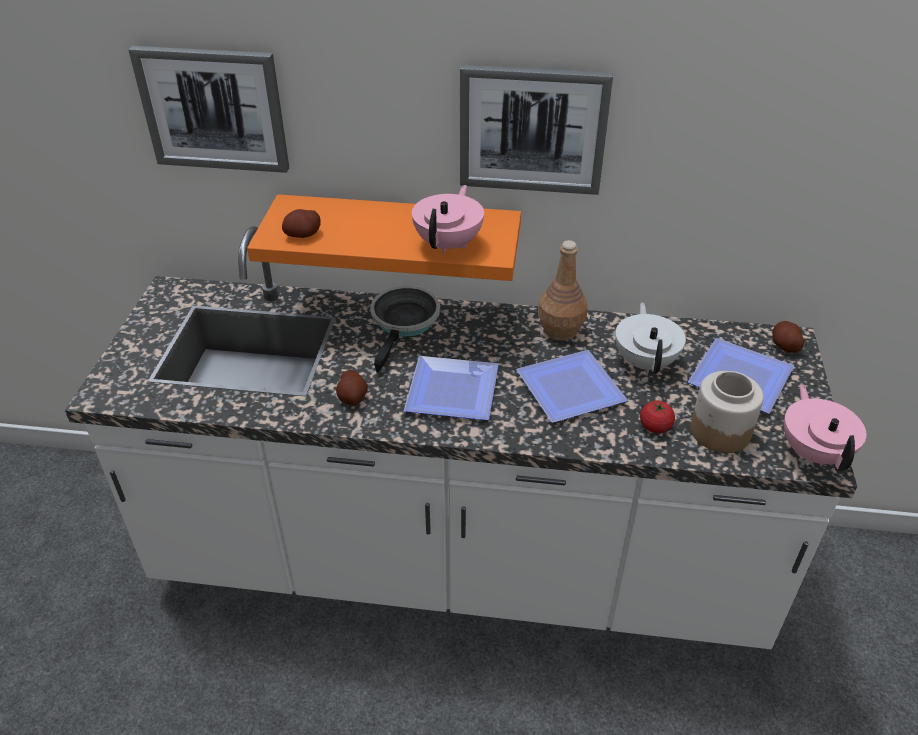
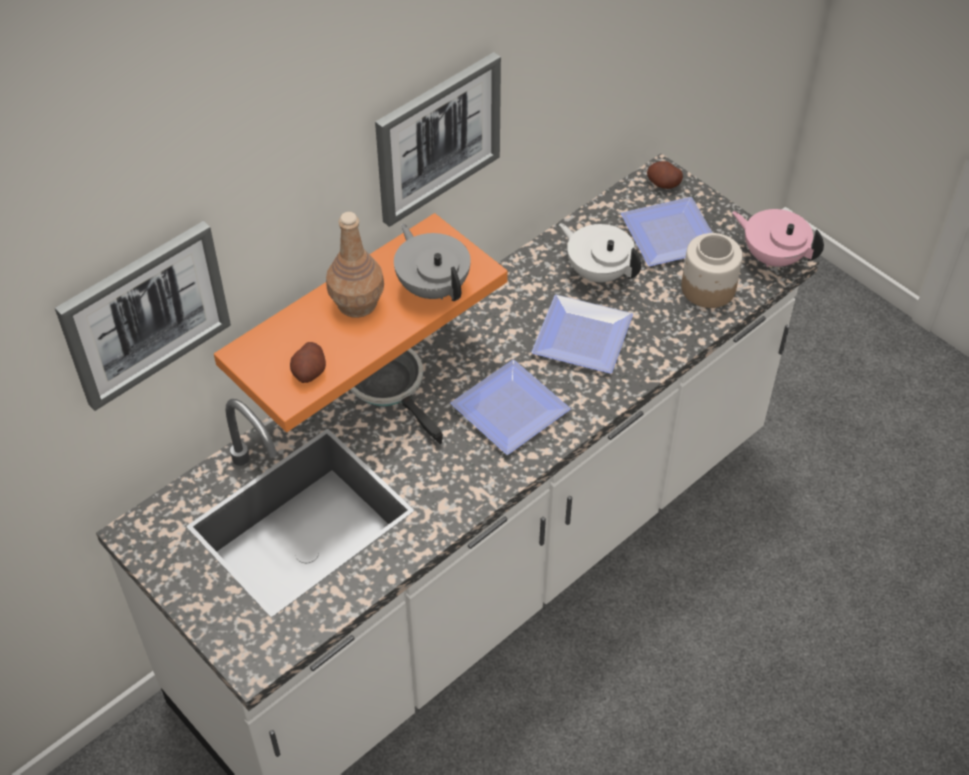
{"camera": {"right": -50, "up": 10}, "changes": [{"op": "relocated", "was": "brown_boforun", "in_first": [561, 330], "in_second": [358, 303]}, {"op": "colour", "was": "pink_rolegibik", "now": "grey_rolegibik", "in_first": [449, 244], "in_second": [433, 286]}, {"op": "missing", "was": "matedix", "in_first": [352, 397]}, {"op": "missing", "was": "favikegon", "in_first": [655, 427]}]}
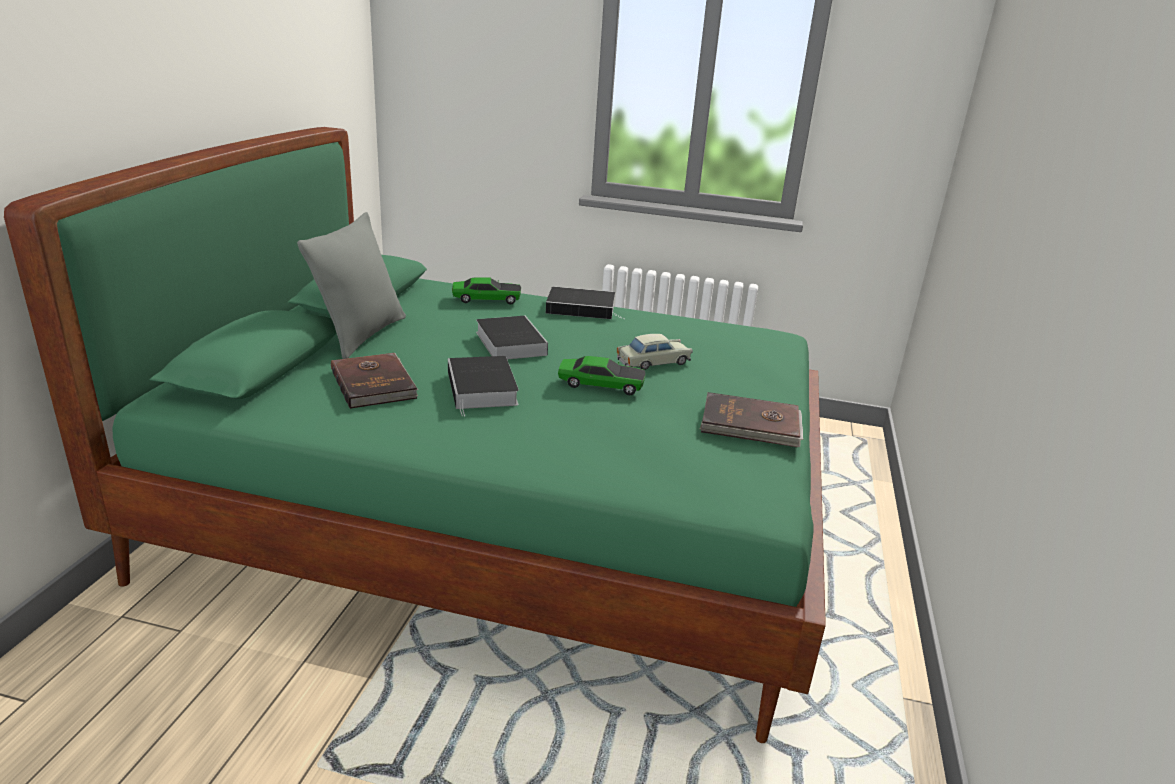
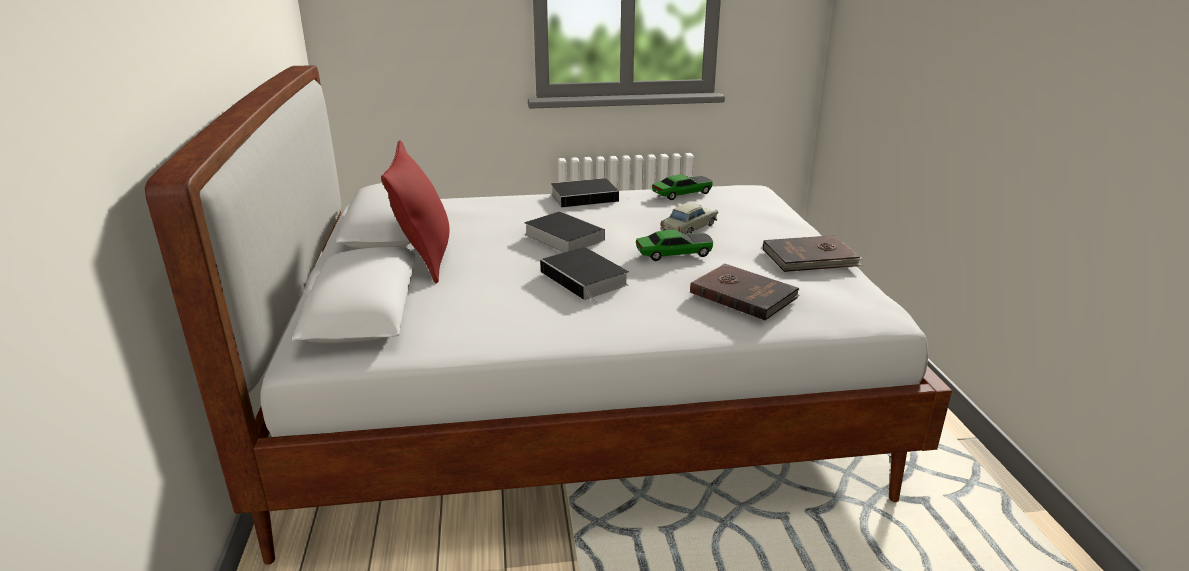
{"camera": {"right": -20, "up": 0}, "changes": [{"op": "colour", "was": "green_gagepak", "now": "white_gagepak", "in_first": [504, 518], "in_second": [576, 398]}, {"op": "colour", "was": "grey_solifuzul", "now": "red_solifuzul", "in_first": [361, 335], "in_second": [425, 259]}, {"op": "relocated", "was": "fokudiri", "in_first": [486, 299], "in_second": [682, 194]}, {"op": "relocated", "was": "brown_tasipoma", "in_first": [375, 383], "in_second": [743, 294]}]}
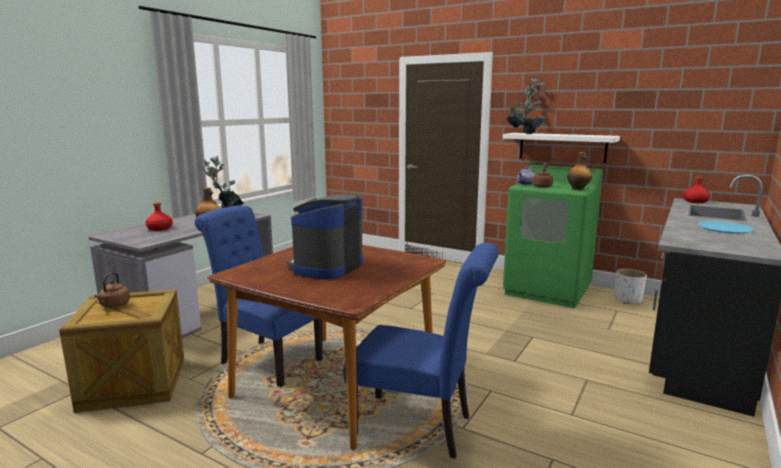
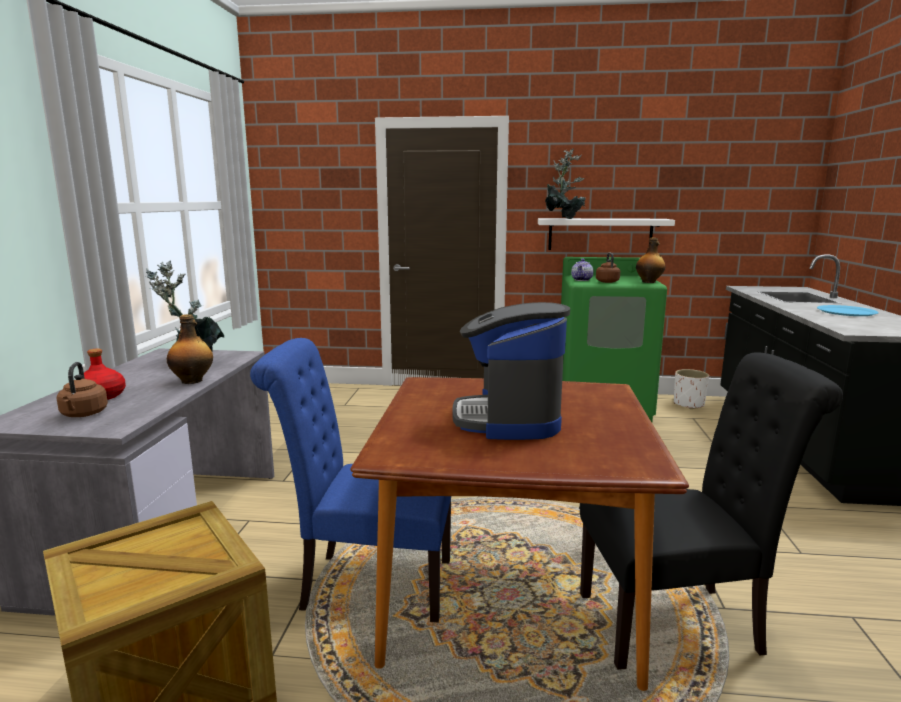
{"camera": {"right": -25, "up": 0}, "changes": [{"op": "relocated", "was": "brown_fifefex", "in_first": [114, 305], "in_second": [83, 414]}, {"op": "colour", "was": "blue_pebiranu", "now": "black_pebiranu", "in_first": [420, 427], "in_second": [679, 623]}, {"op": "missing", "was": "red_boforun", "in_first": [695, 201]}]}
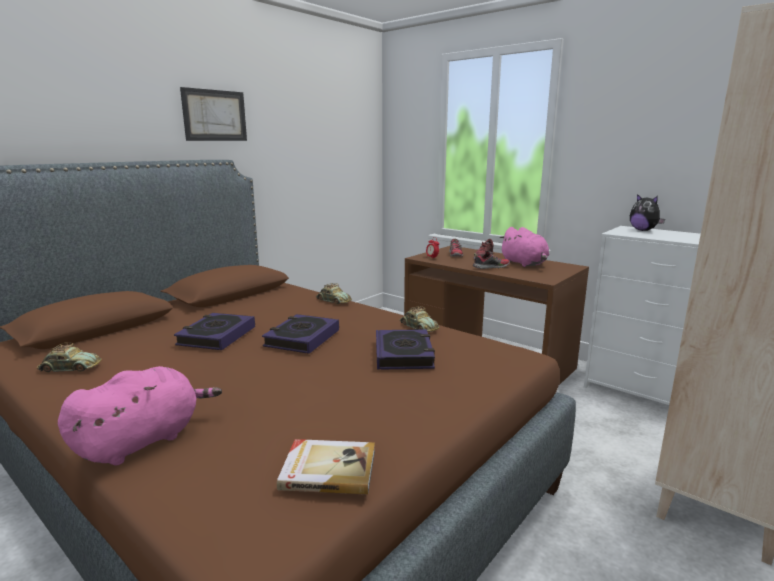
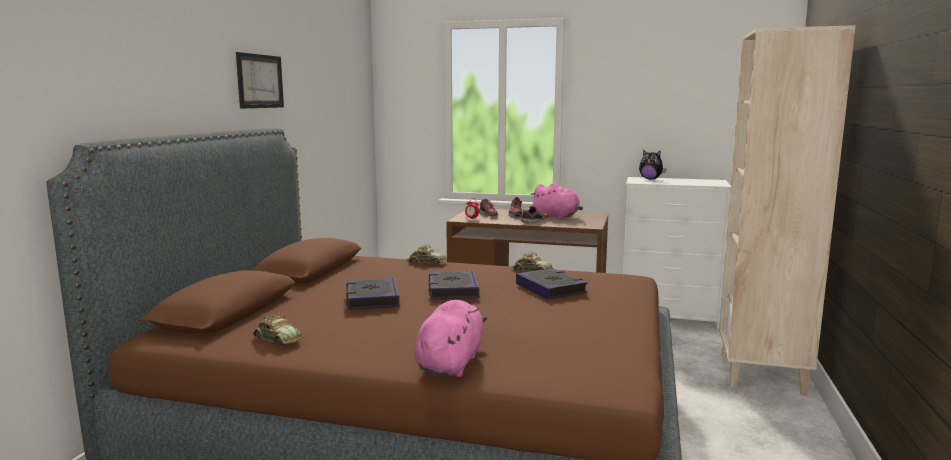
{"camera": {"right": -25, "up": -5}, "changes": [{"op": "spun", "was": "fokudiri", "in_first": [70, 368], "in_second": [277, 339], "clockwise": 60}, {"op": "missing", "was": "tasipoma", "in_first": [328, 469]}]}
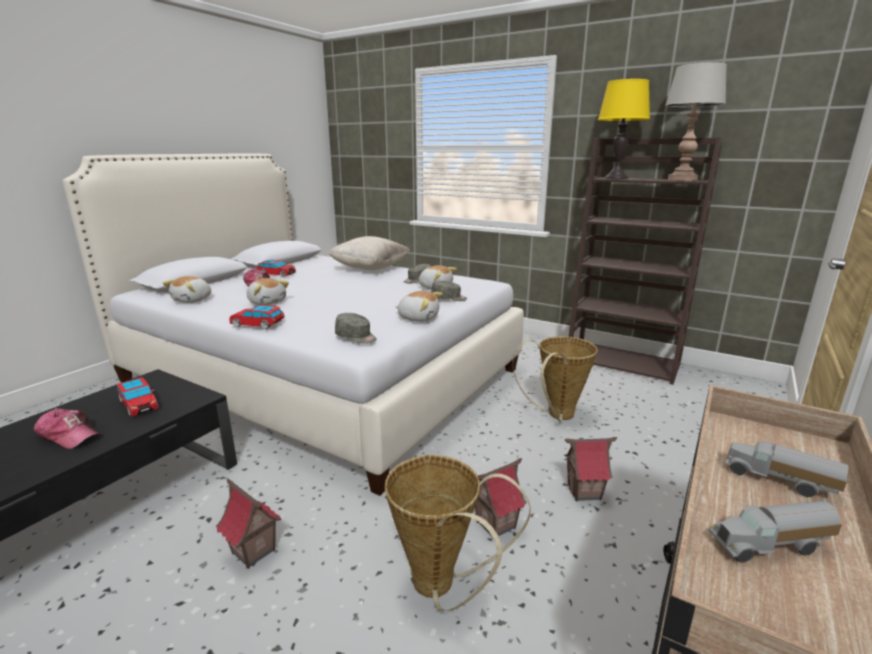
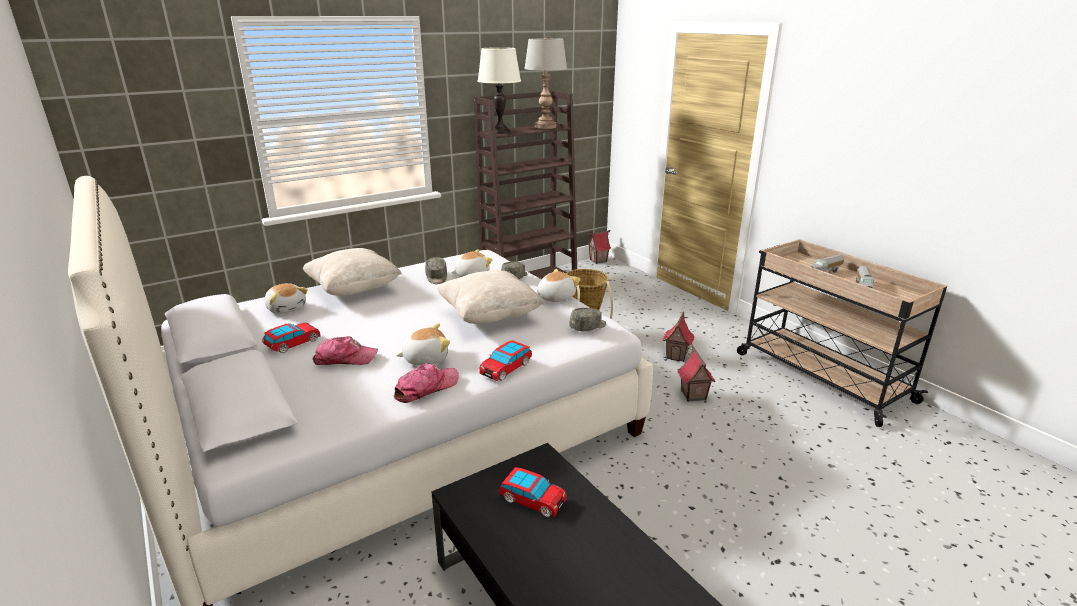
{"camera": {"right": -65, "up": 5}, "changes": [{"op": "relocated", "was": "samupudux", "in_first": [193, 300], "in_second": [286, 308]}, {"op": "relocated", "was": "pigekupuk", "in_first": [69, 435], "in_second": [426, 388]}, {"op": "appeared", "now": "beige_solifuzul", "in_second": [489, 316]}, {"op": "colour", "was": "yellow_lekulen", "now": "white_lekulen", "in_first": [616, 178], "in_second": [500, 131]}, {"op": "spun", "was": "fokudiri", "in_first": [139, 405], "in_second": [532, 500], "clockwise": 45}, {"op": "relocated", "was": "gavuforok", "in_first": [253, 552], "in_second": [598, 260]}, {"op": "missing", "was": "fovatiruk", "in_first": [441, 587]}]}
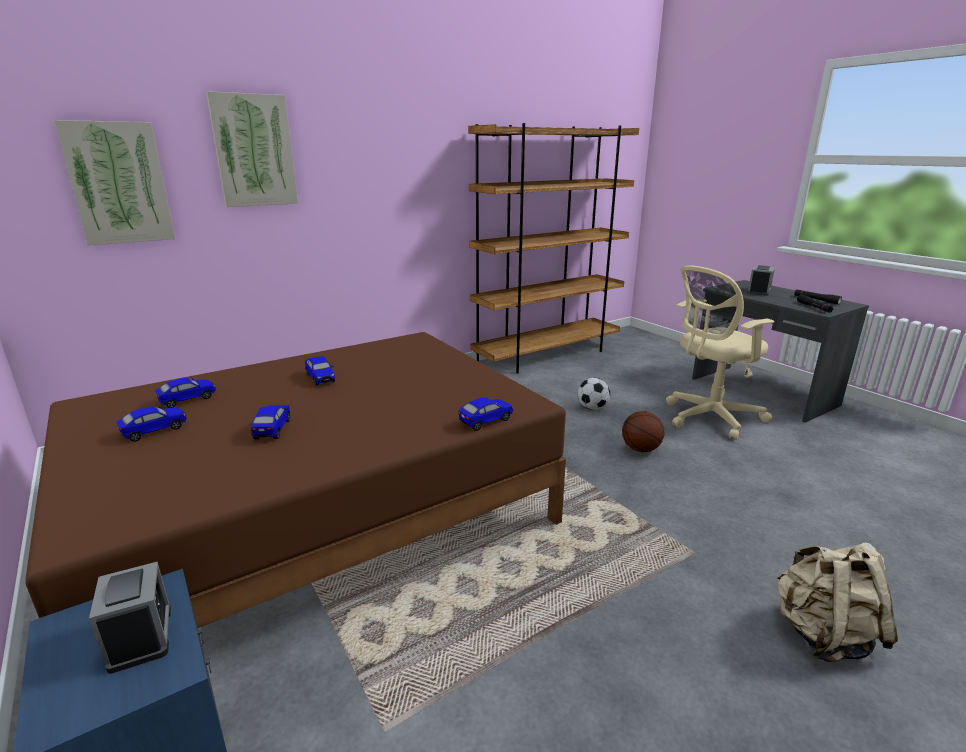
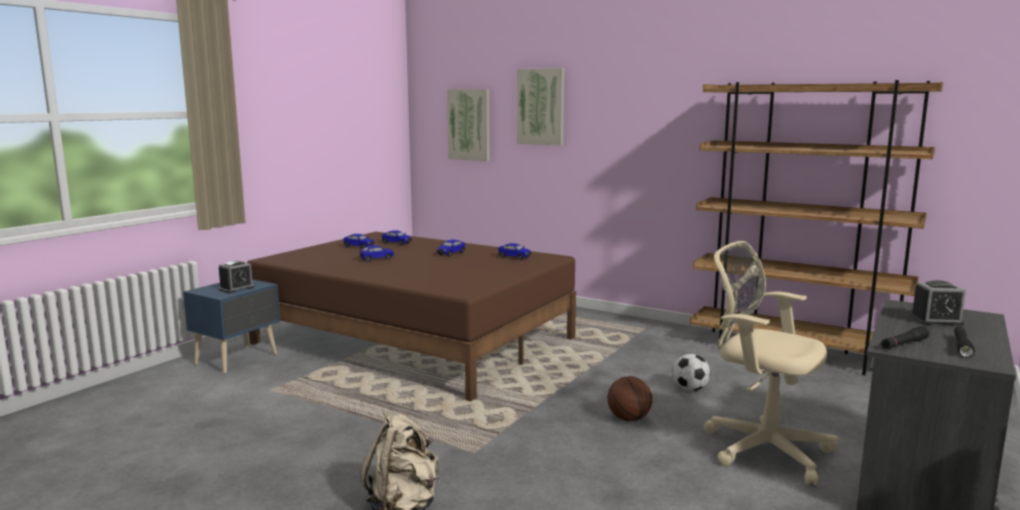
{"camera": {"right": 65, "up": -10}, "changes": [{"op": "relocated", "was": "fokudiri", "in_first": [486, 421], "in_second": [514, 257]}]}
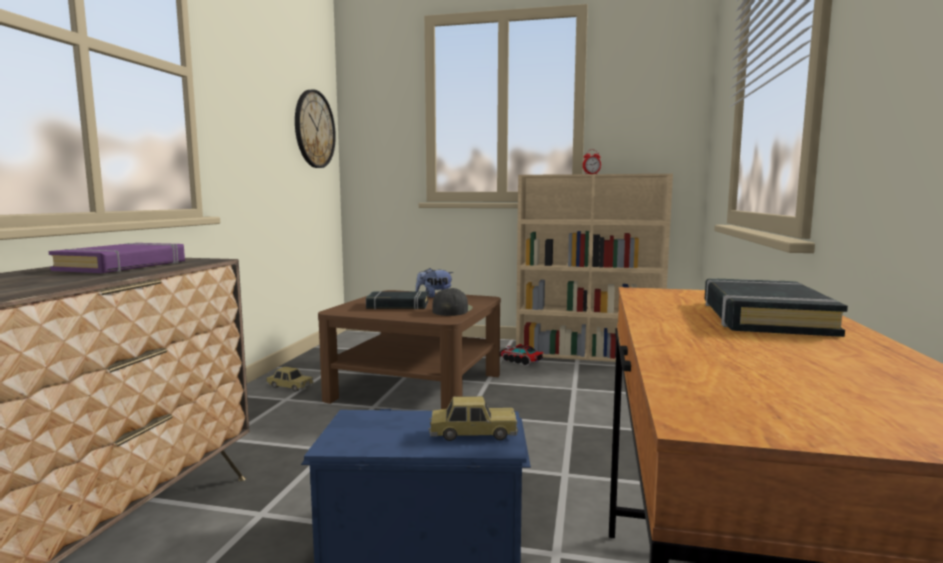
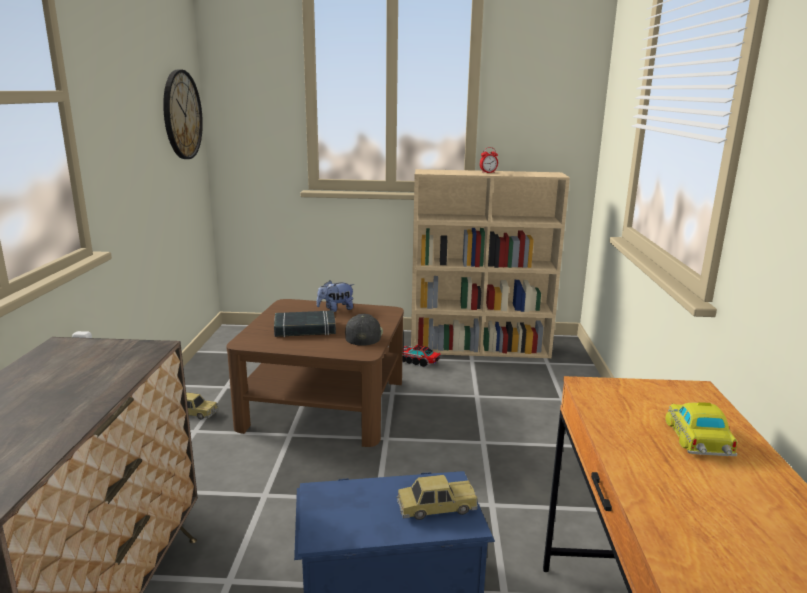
{"camera": {"right": -10, "up": 10}, "changes": [{"op": "exchanged", "was": "black_tasipoma", "now": "fokudiri", "in_first": [763, 317], "in_second": [699, 439]}, {"op": "missing", "was": "purple_tasipoma", "in_first": [123, 266]}]}
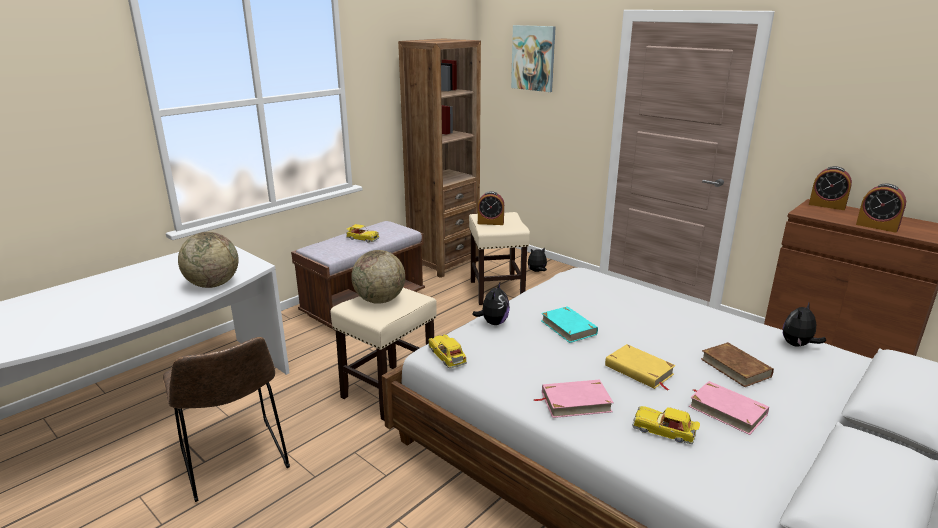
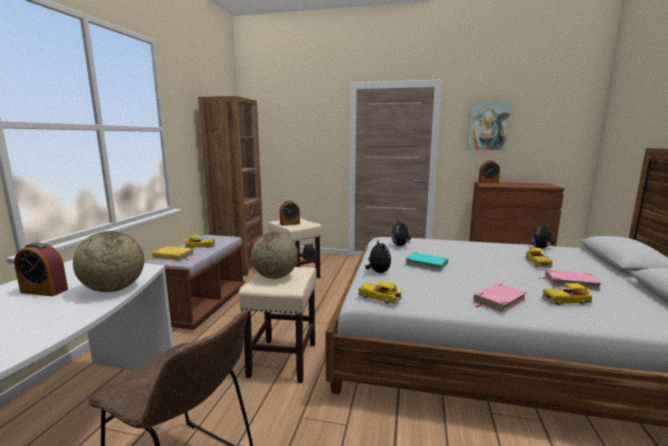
{"camera": {"right": -30, "up": -10}, "changes": [{"op": "relocated", "was": "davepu", "in_first": [877, 226], "in_second": [44, 291]}, {"op": "relocated", "was": "yellow_tasipoma", "in_first": [639, 370], "in_second": [173, 256]}, {"op": "appeared", "now": "samupudux", "in_second": [400, 245]}, {"op": "relocated", "was": "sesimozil", "in_first": [533, 58], "in_second": [487, 126]}, {"op": "exchanged", "was": "brown_tasipoma", "now": "fokudiri", "in_first": [735, 367], "in_second": [537, 263]}]}
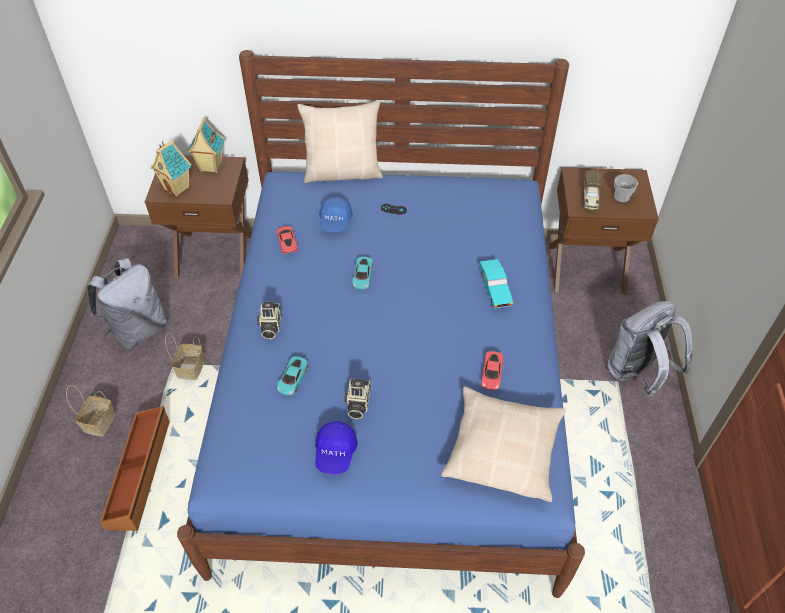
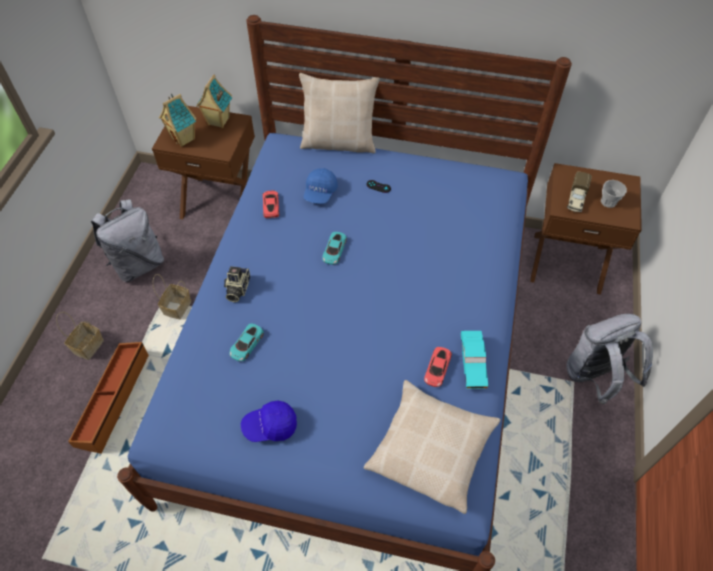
{"camera": {"right": 10, "up": 5}, "changes": [{"op": "spun", "was": "blue_pigekupuk", "in_first": [335, 453], "in_second": [270, 426], "clockwise": 60}, {"op": "relocated", "was": "turquoise_fokudiri", "in_first": [494, 288], "in_second": [472, 363]}, {"op": "missing", "was": "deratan", "in_first": [357, 403]}]}
